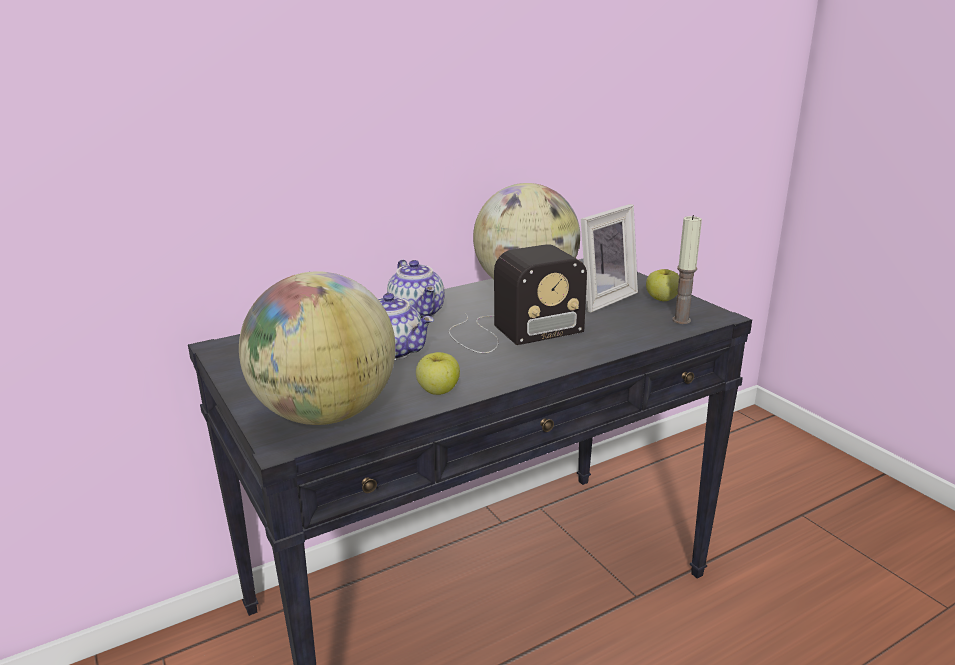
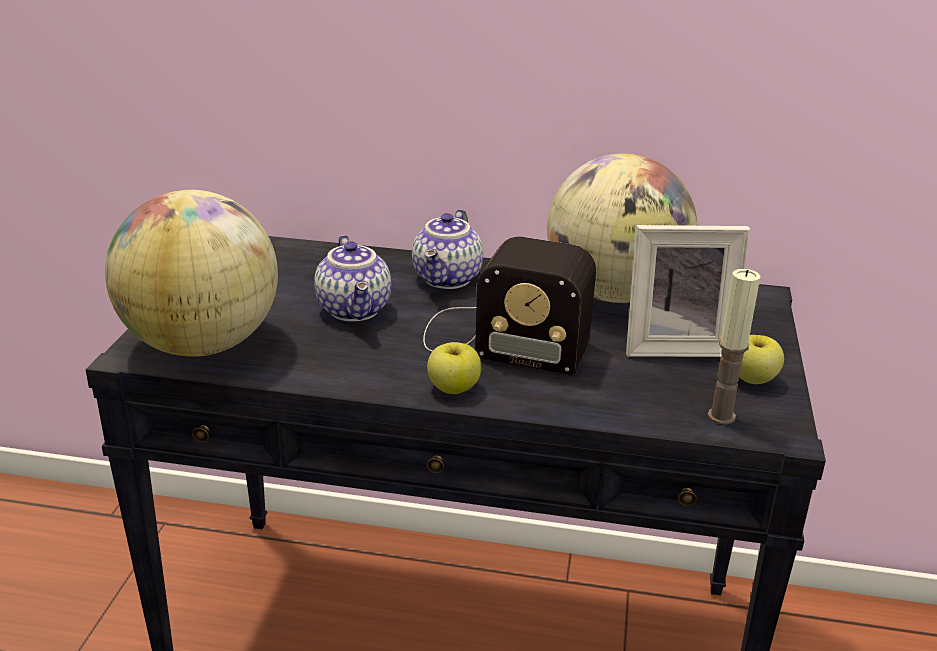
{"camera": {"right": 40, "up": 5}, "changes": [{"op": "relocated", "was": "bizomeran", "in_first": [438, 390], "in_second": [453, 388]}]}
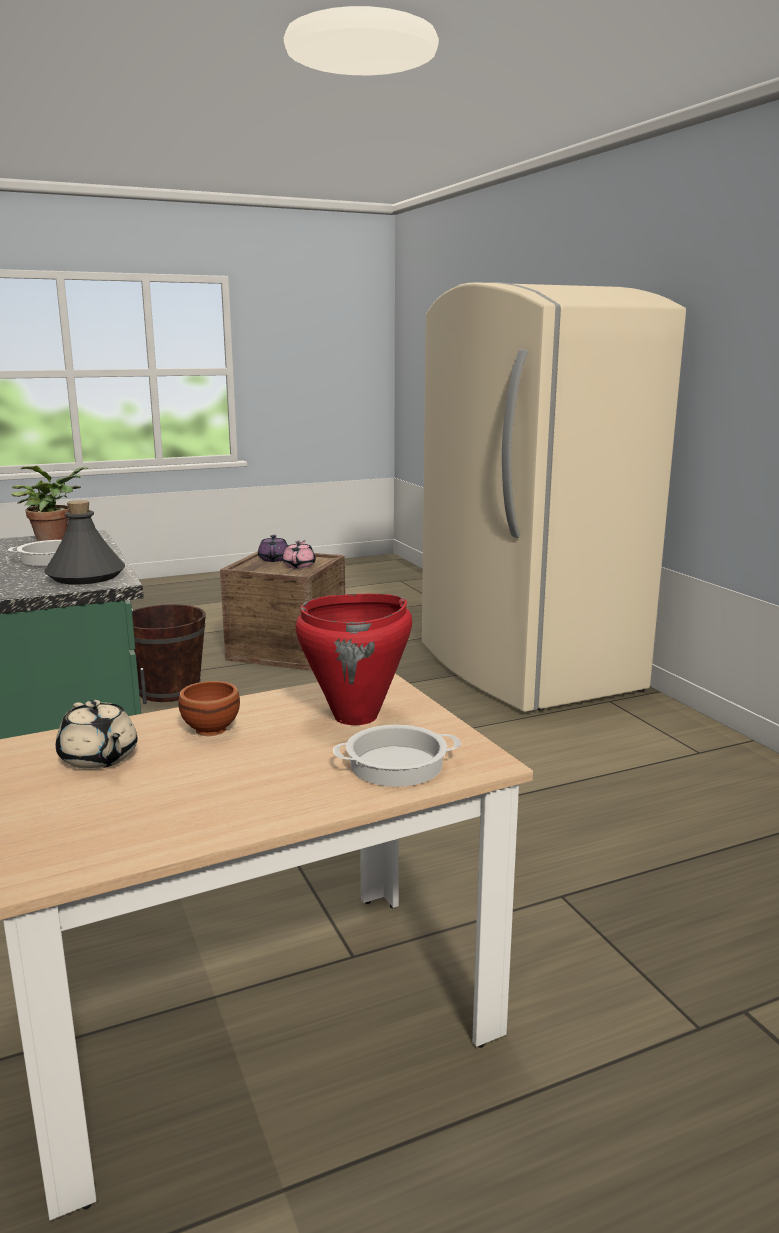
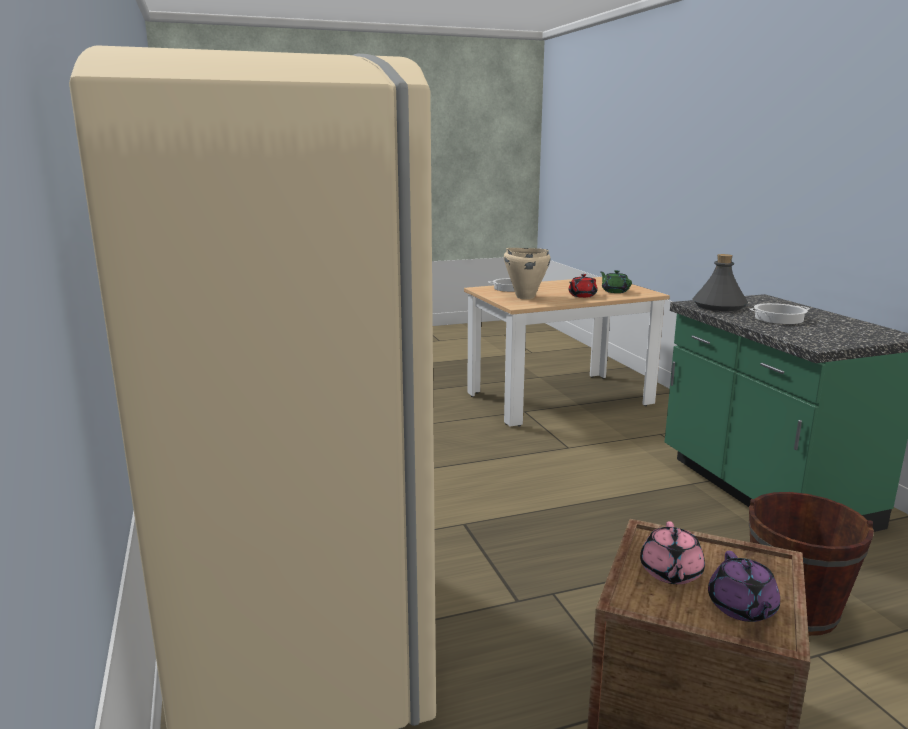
{"camera": {"right": -175, "up": 0}, "changes": [{"op": "colour", "was": "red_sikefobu", "now": "beige_sikefobu", "in_first": [356, 717], "in_second": [525, 297]}, {"op": "exchanged", "was": "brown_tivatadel", "now": "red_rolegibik", "in_first": [211, 728], "in_second": [581, 296]}, {"op": "colour", "was": "beige_rolegibik", "now": "green_rolegibik", "in_first": [99, 758], "in_second": [614, 291]}, {"op": "missing", "was": "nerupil", "in_first": [55, 539]}]}
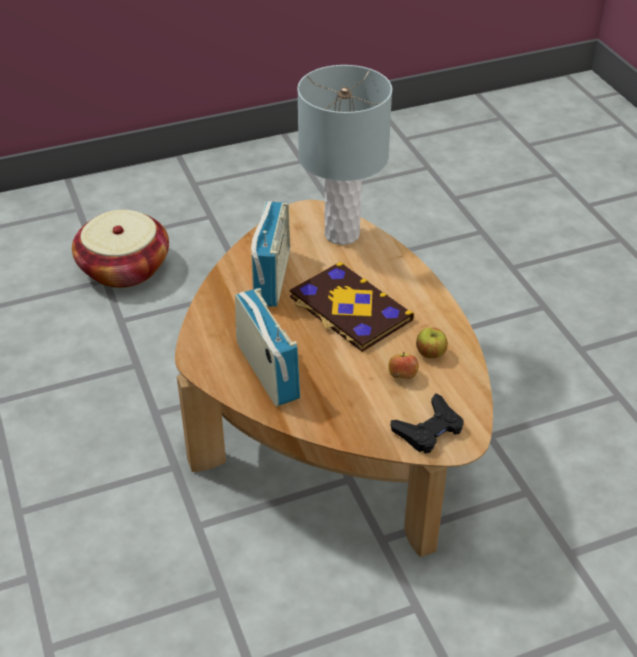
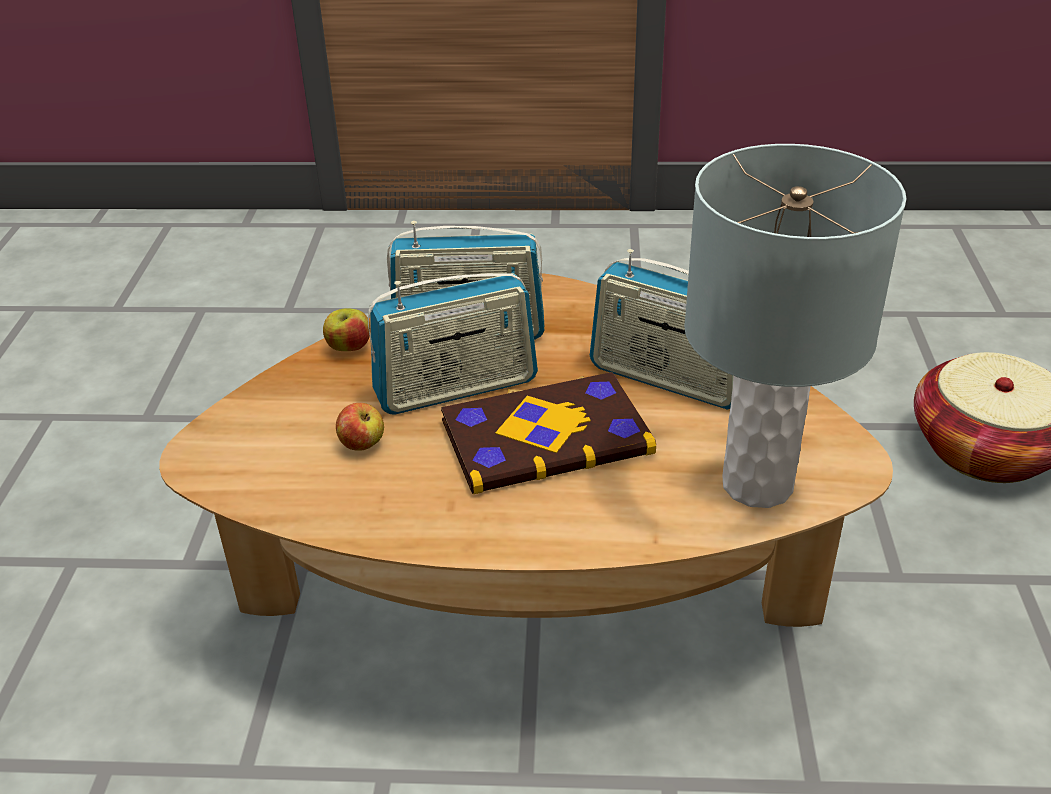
{"camera": {"right": 115, "up": -5}, "changes": [{"op": "relocated", "was": "bizomeran", "in_first": [430, 353], "in_second": [350, 348]}, {"op": "appeared", "now": "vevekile", "in_second": [456, 388]}, {"op": "missing", "was": "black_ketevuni", "in_first": [429, 429]}]}
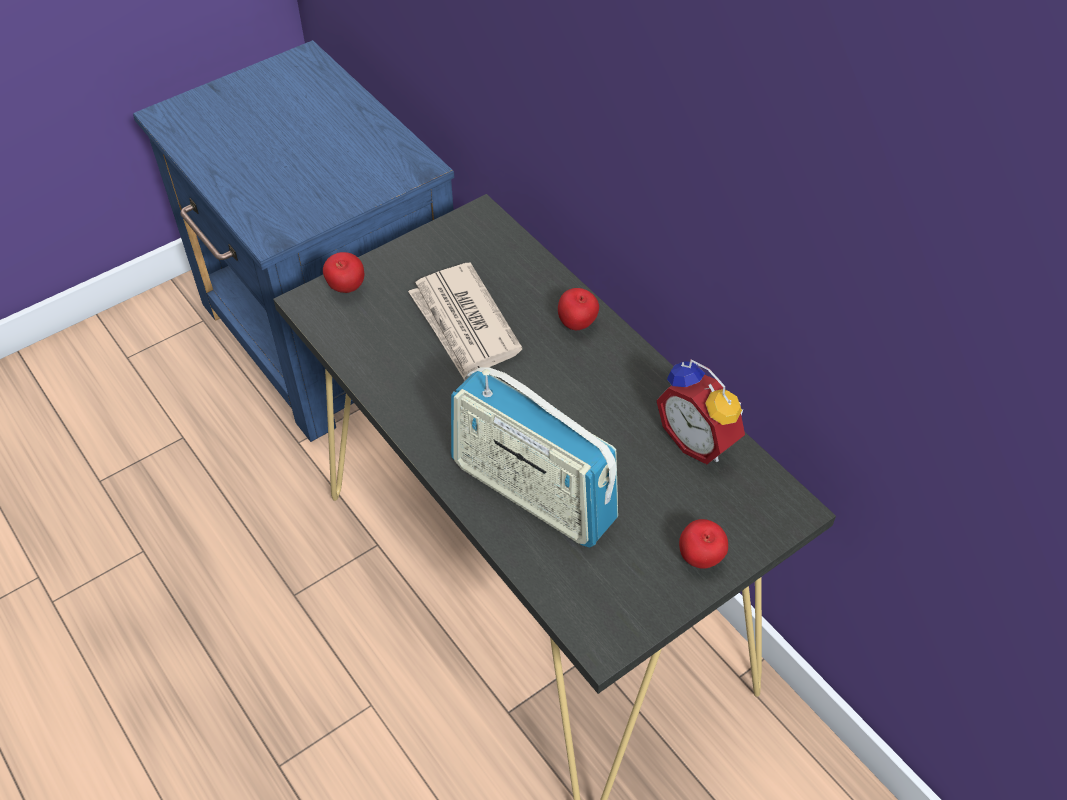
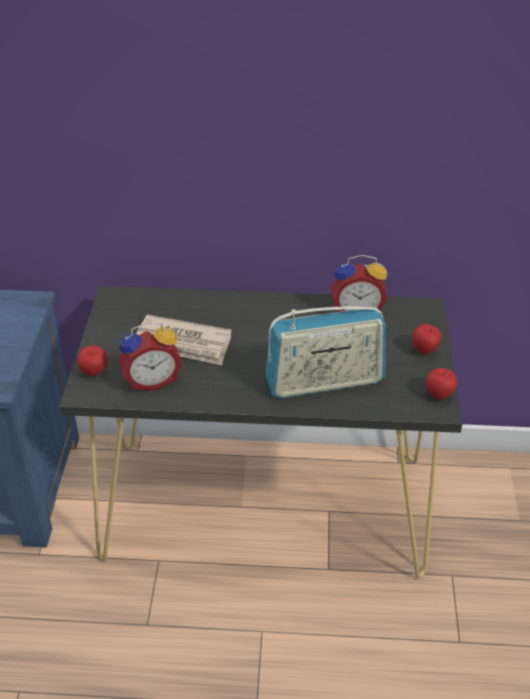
{"camera": {"right": -50, "up": -10}, "changes": [{"op": "appeared", "now": "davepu", "in_second": [152, 380]}, {"op": "relocated", "was": "bizomeran", "in_first": [577, 325], "in_second": [439, 395]}]}
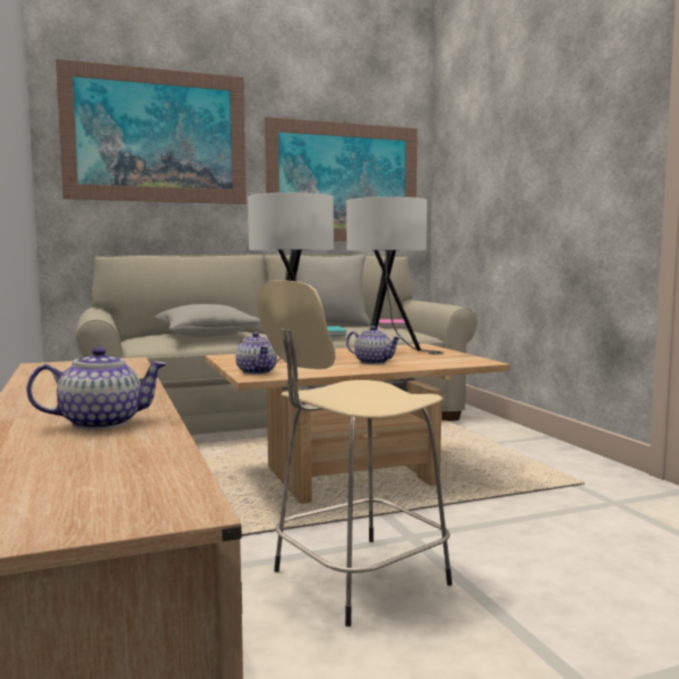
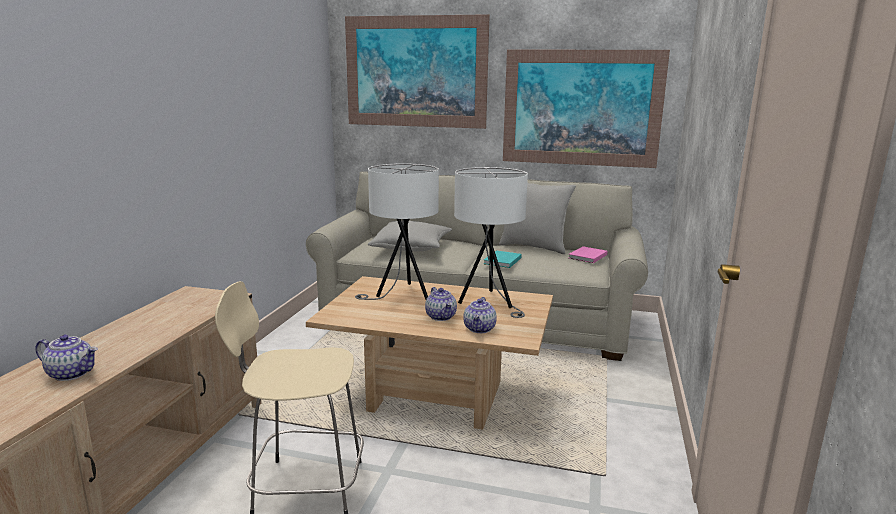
{"camera": {"right": 35, "up": 10}, "changes": [{"op": "relocated", "was": "rolegibik", "in_first": [257, 372], "in_second": [480, 329]}]}
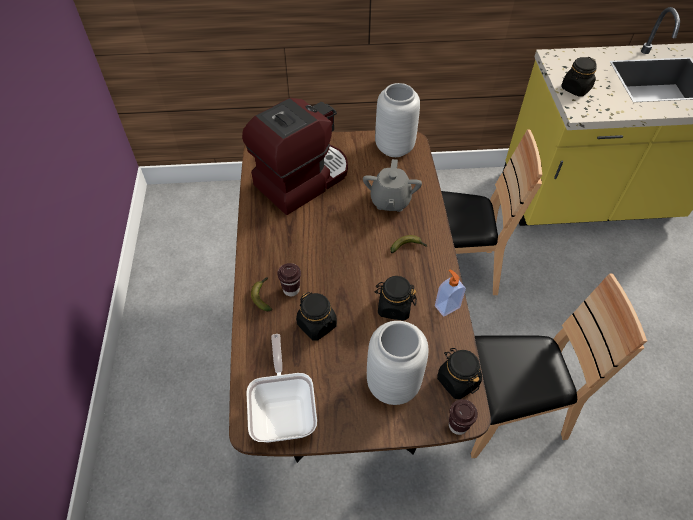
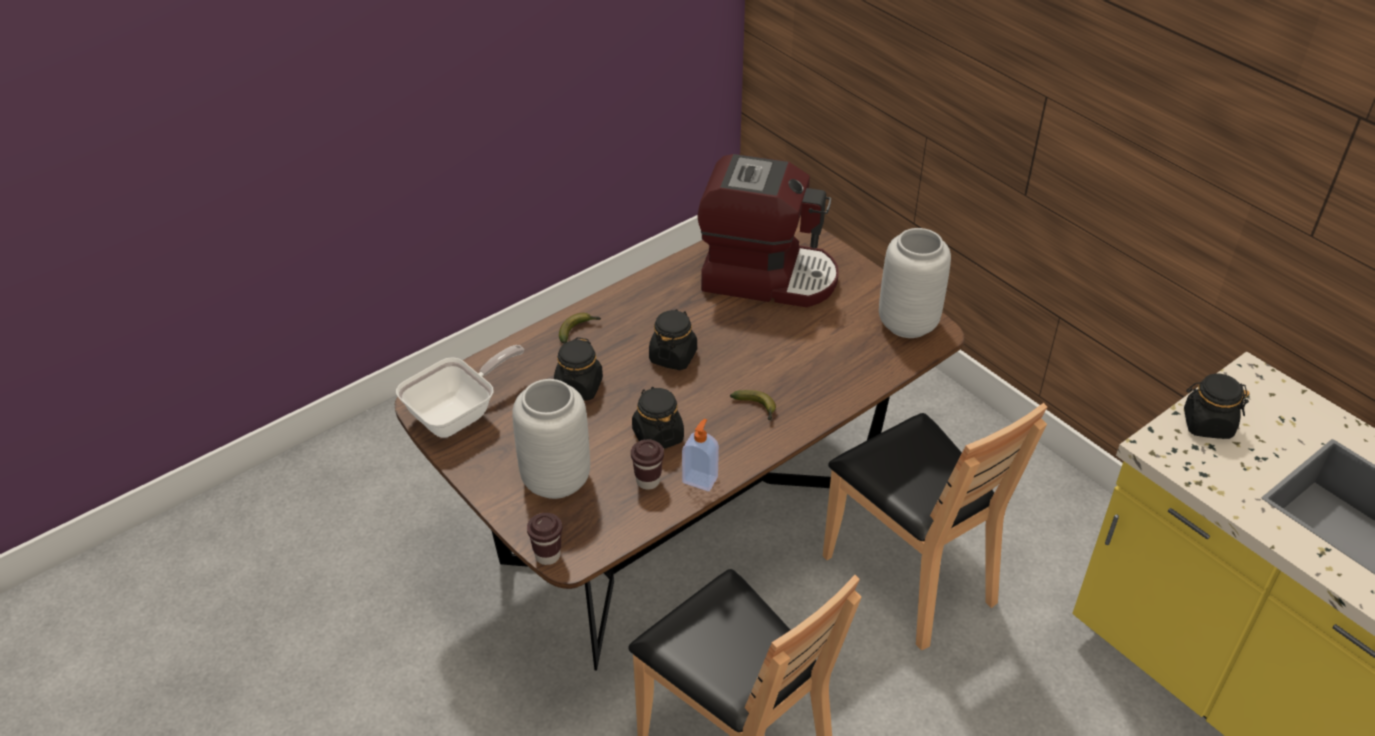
{"camera": {"right": 55, "up": -10}, "changes": [{"op": "relocated", "was": "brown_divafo", "in_first": [291, 290], "in_second": [648, 481]}, {"op": "relocated", "was": "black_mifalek", "in_first": [457, 381], "in_second": [673, 356]}, {"op": "missing", "was": "grey_rolegibik", "in_first": [390, 201]}]}
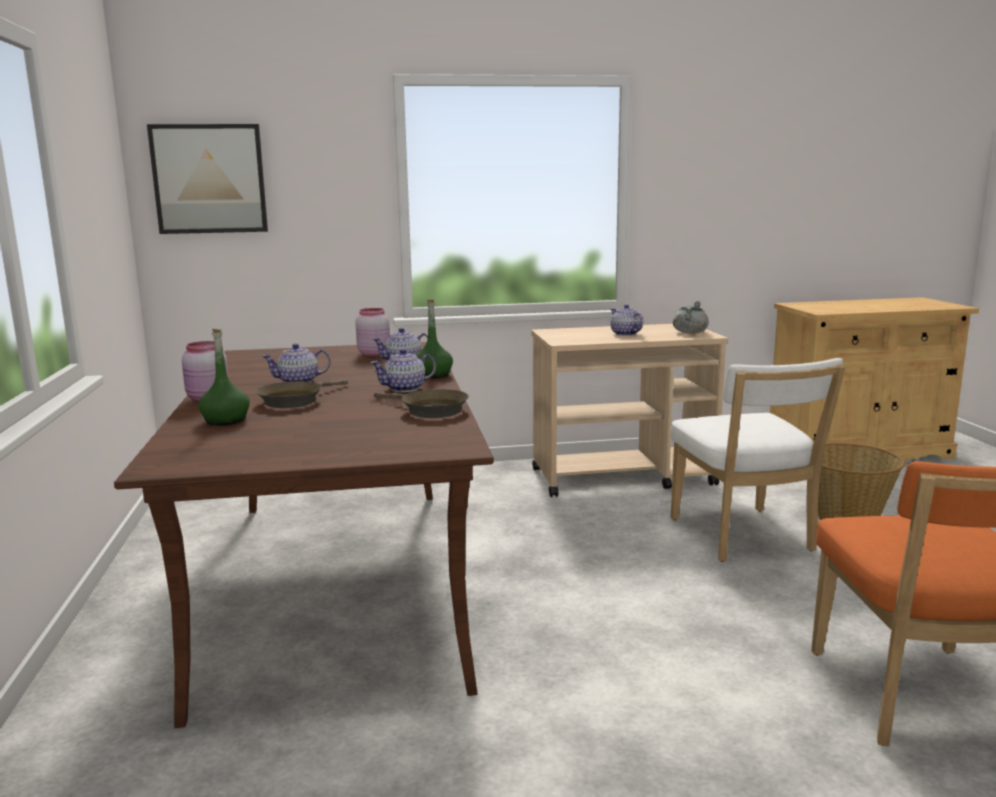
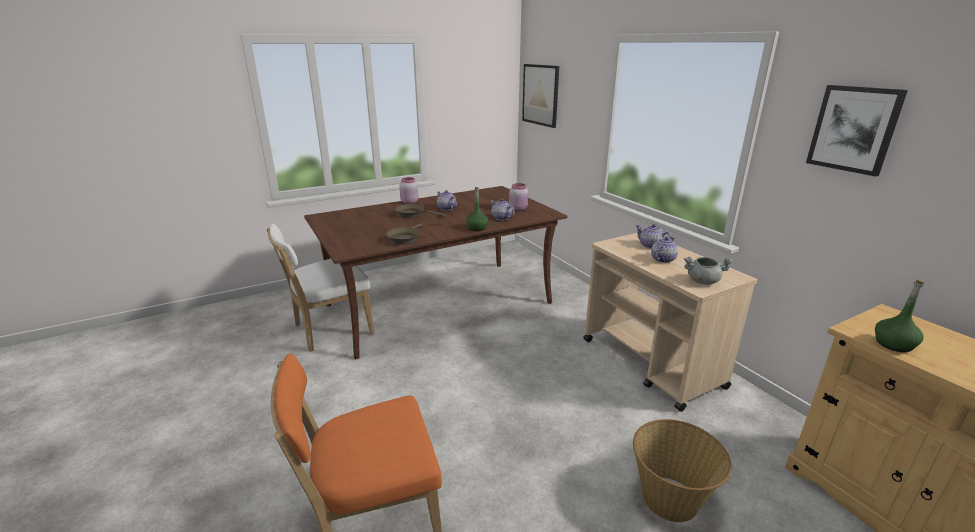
{"camera": {"right": 70, "up": 10}, "changes": [{"op": "relocated", "was": "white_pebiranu", "in_first": [744, 537], "in_second": [329, 330]}, {"op": "relocated", "was": "rolegibik", "in_first": [405, 388], "in_second": [651, 245]}, {"op": "appeared", "now": "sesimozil", "in_second": [854, 129]}, {"op": "relocated", "was": "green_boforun", "in_first": [226, 420], "in_second": [894, 344]}]}
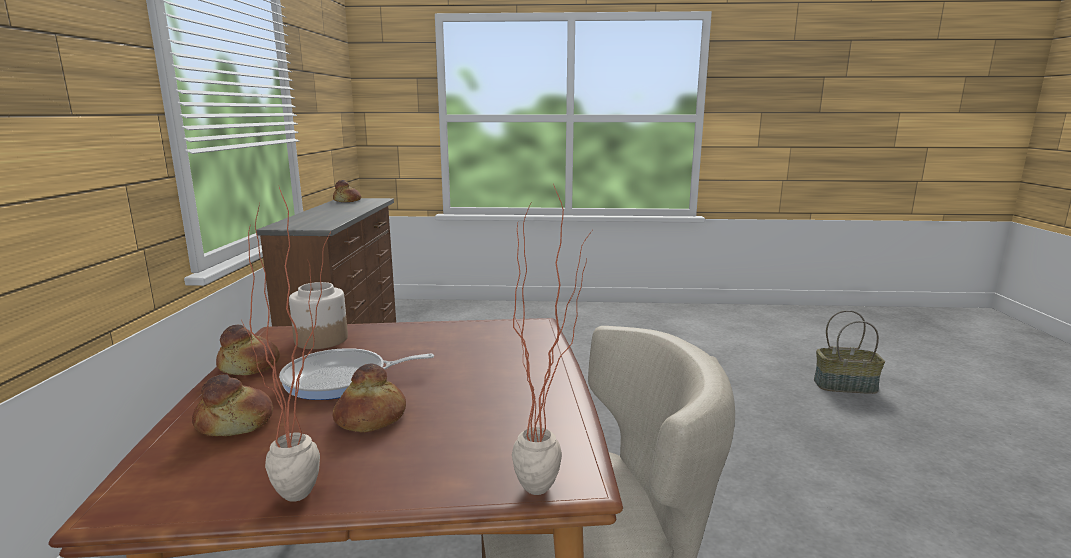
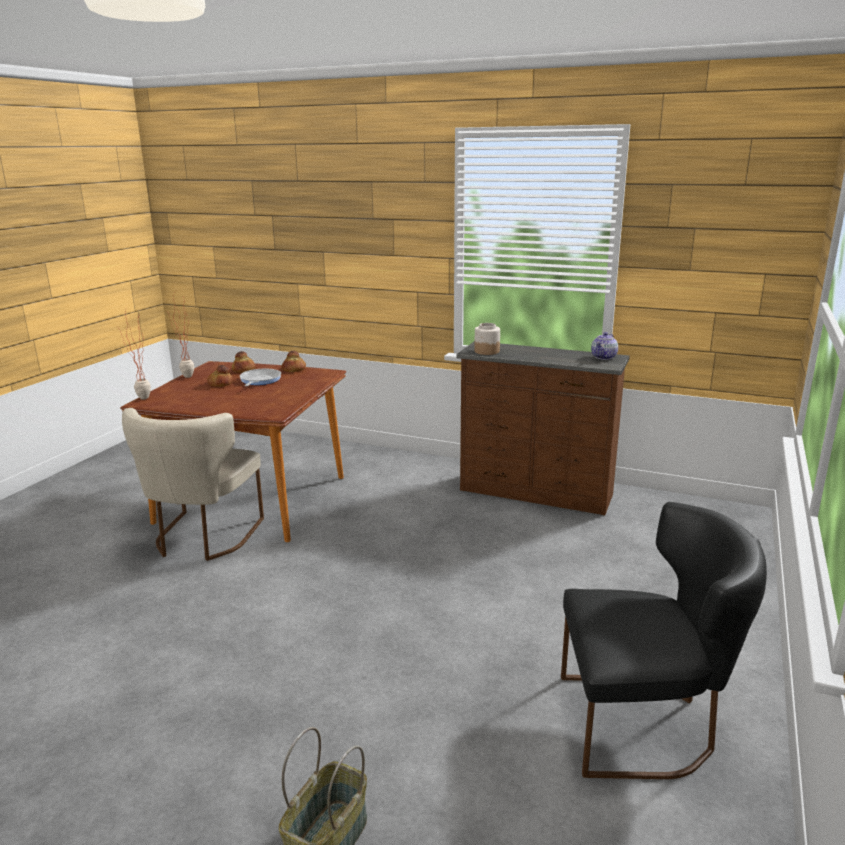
{"camera": {"right": 110, "up": 5}, "changes": [{"op": "relocated", "was": "mifalek", "in_first": [320, 340], "in_second": [486, 351]}, {"op": "appeared", "now": "black_pebiranu", "in_second": [643, 724]}, {"op": "exchanged", "was": "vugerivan", "now": "rolegibik", "in_first": [347, 201], "in_second": [604, 357]}]}
